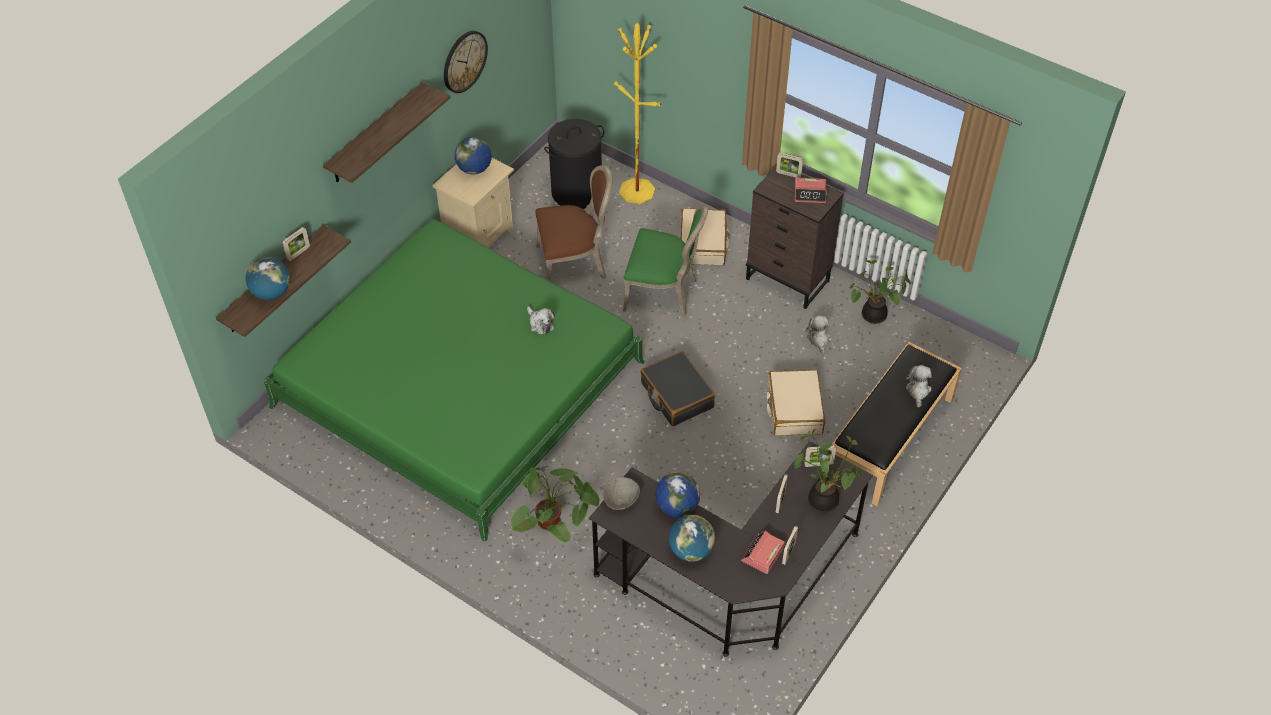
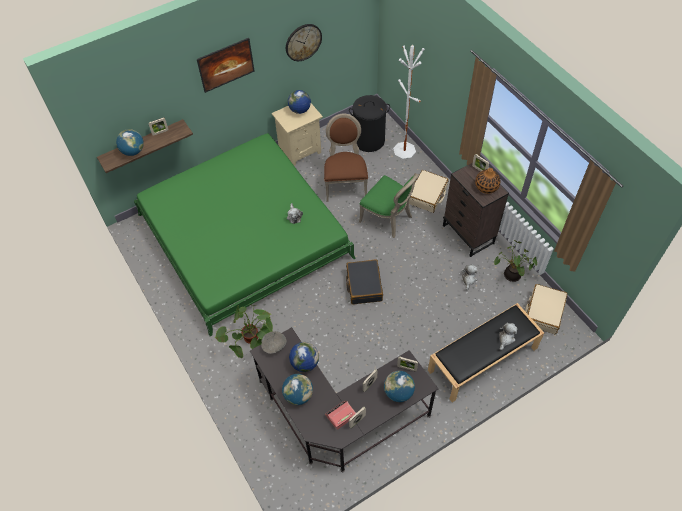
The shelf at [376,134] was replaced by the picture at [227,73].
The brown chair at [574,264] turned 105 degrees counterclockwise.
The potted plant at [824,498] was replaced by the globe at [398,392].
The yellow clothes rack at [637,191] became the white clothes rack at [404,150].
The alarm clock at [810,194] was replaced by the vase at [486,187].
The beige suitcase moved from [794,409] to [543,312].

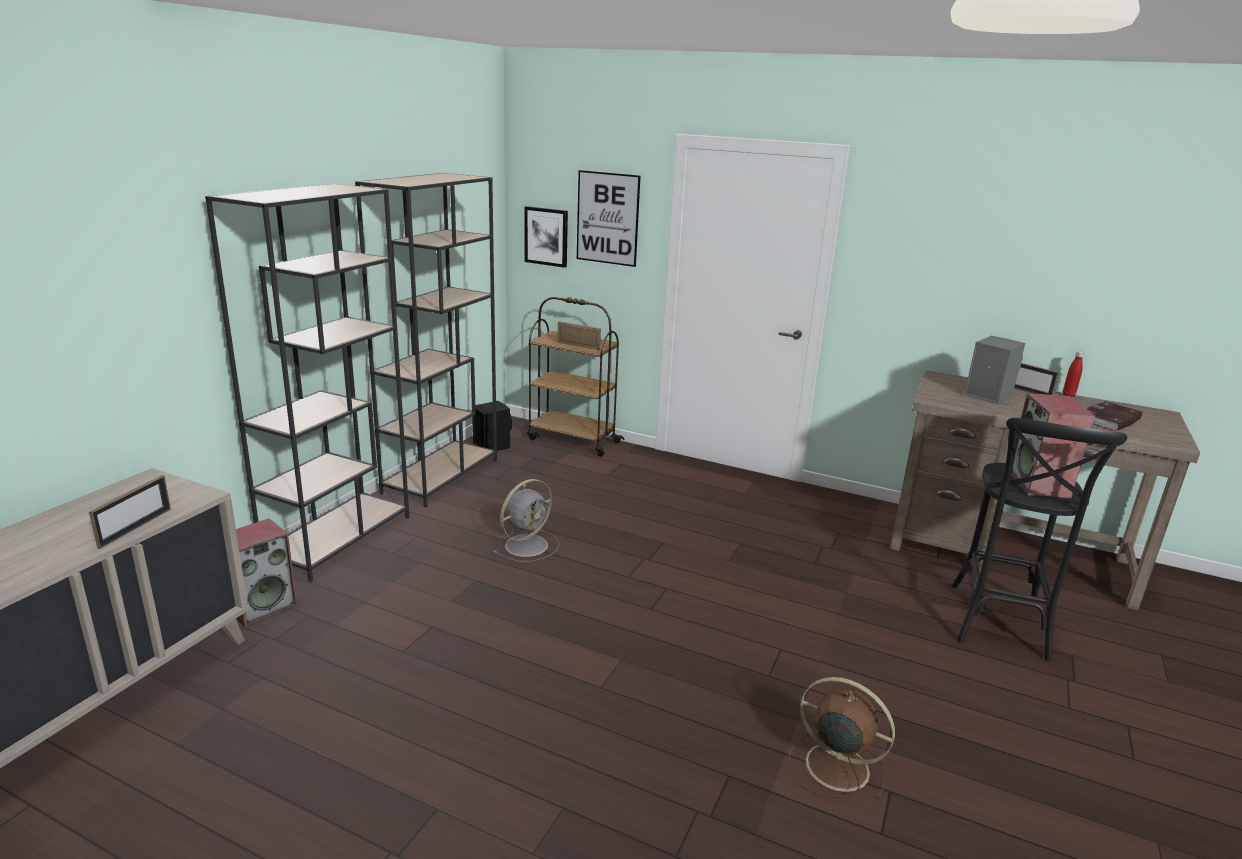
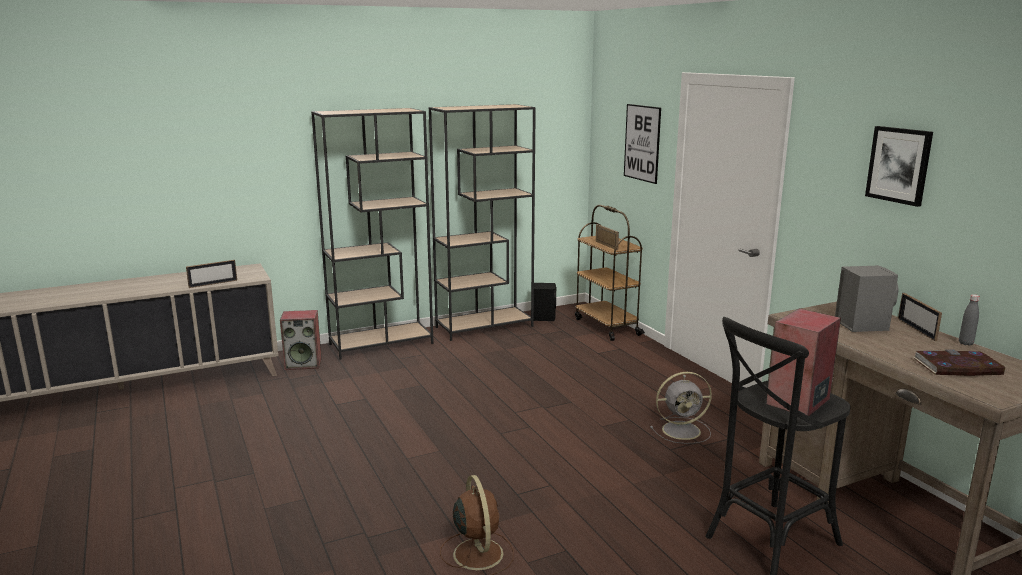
The grey fan moved from [528,545] to [683,430].
The picture moved from [546,236] to [899,165].
The red bottle at [1068,395] became the grey bottle at [965,343].

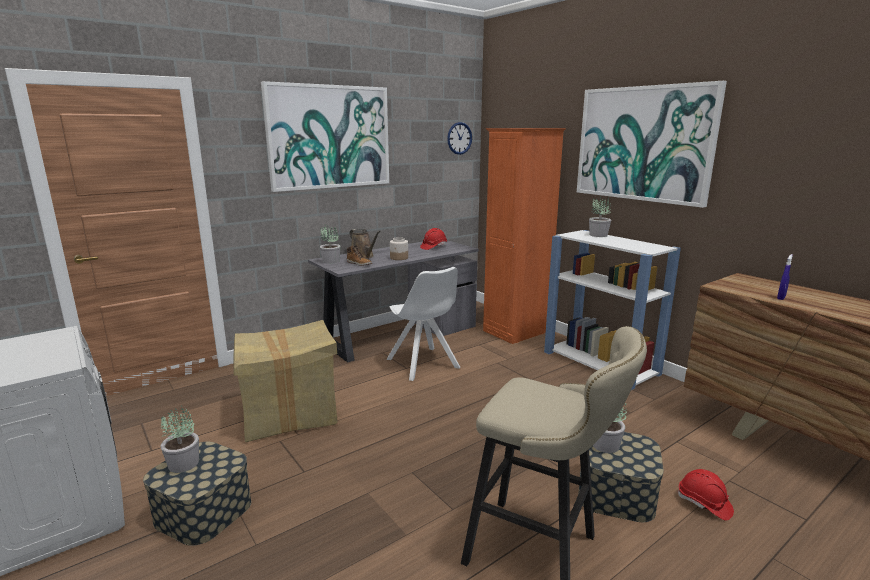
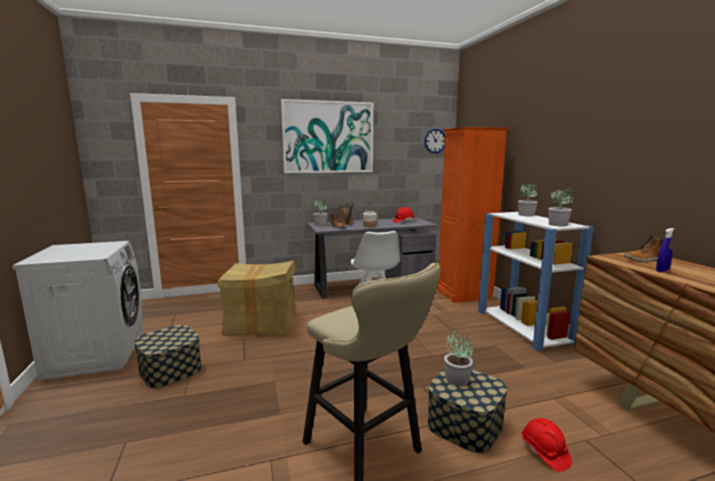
The potted plant moved from [184,463] to [558,224].
The boot at [645,260] appeared.
The picture at [643,144] disappeared.

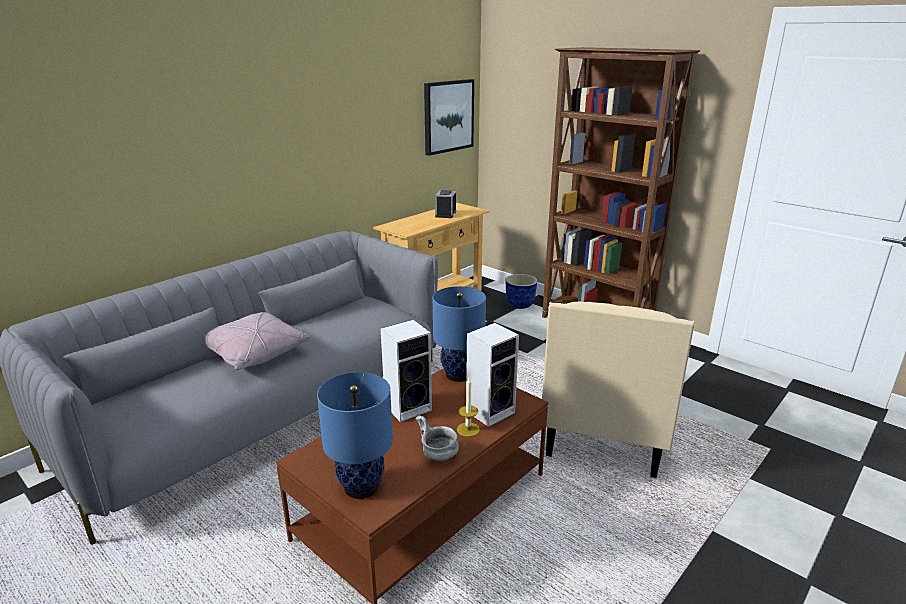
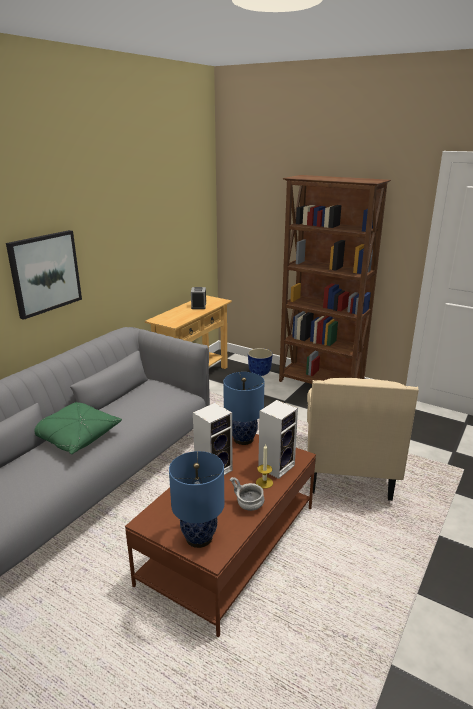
The picture moved from [448,116] to [45,273].
The purple pillow at [253,352] became the green pillow at [75,437].

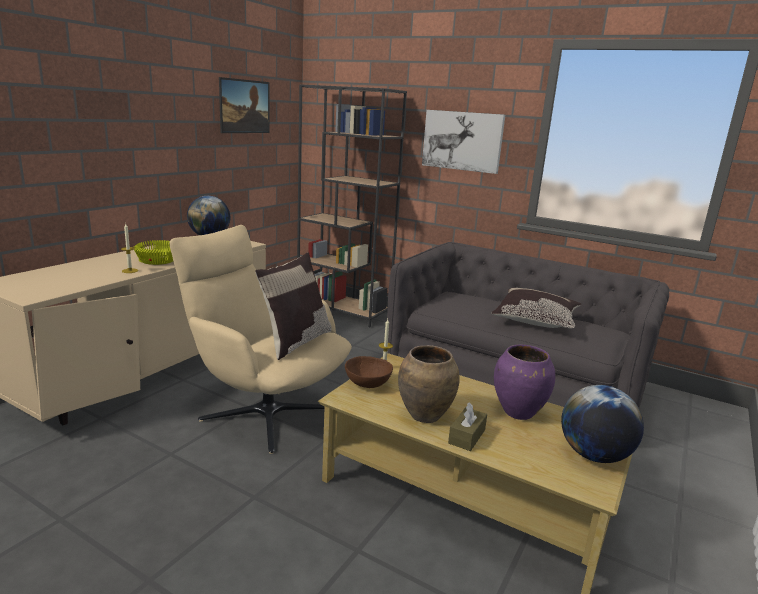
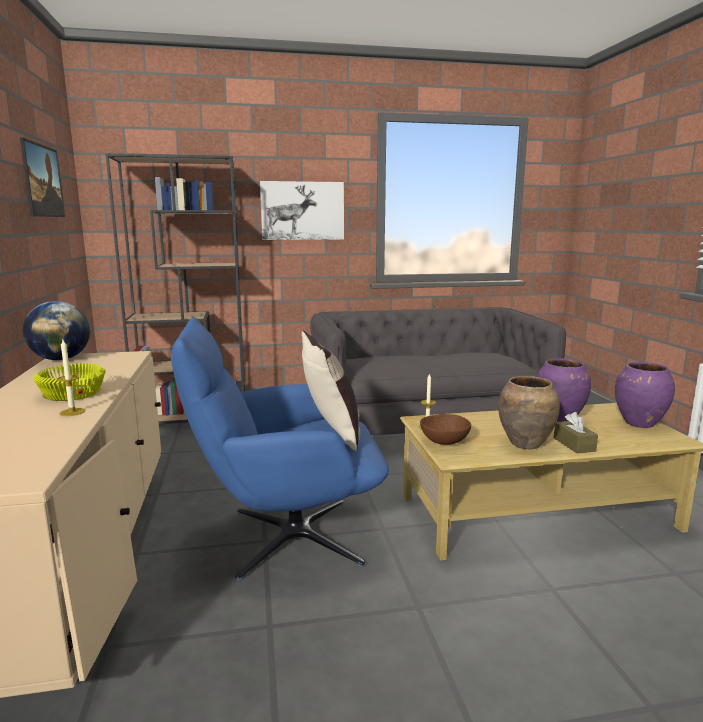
The beige armchair at [265,412] became the blue armchair at [290,537].
The globe at [594,455] was replaced by the purple vase at [640,424].
The pillow at [536,320] disappeared.

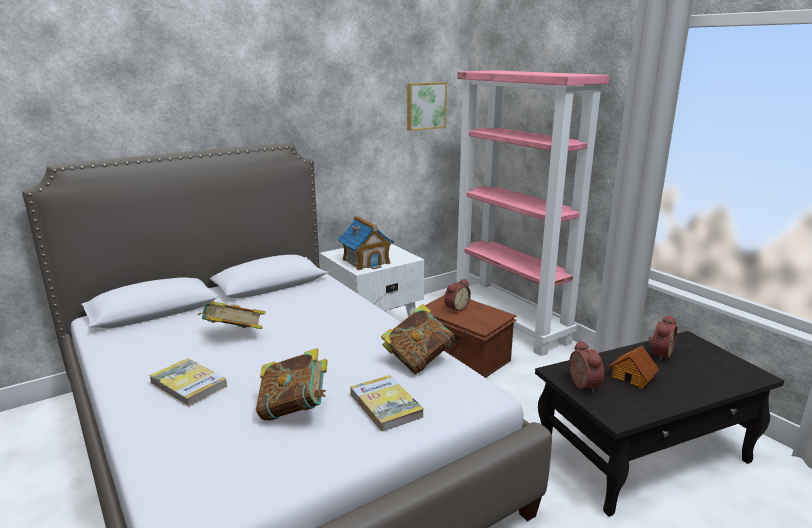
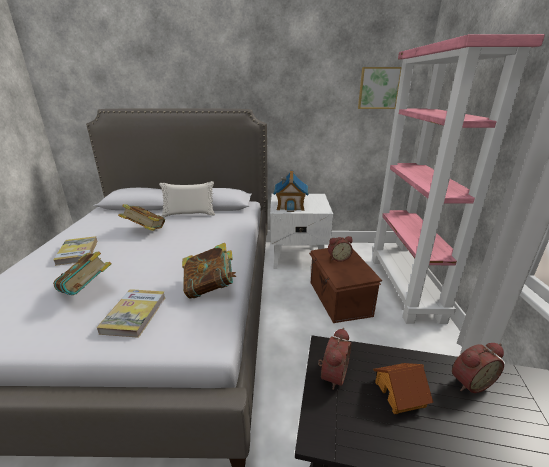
The white pillow at [189,214] appeared.

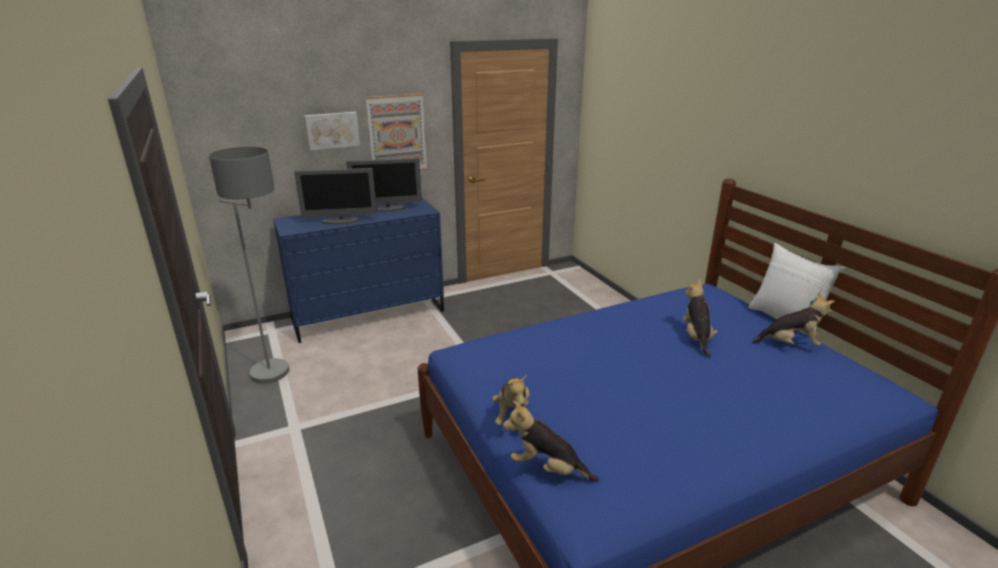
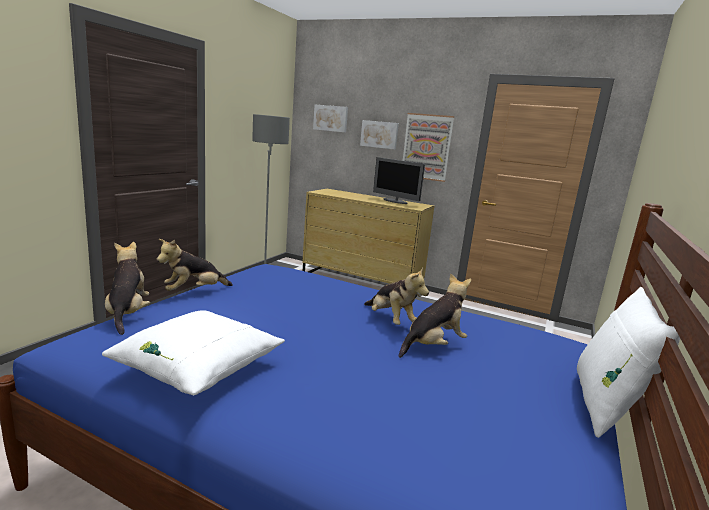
The white pillow at [198,369] appeared.
The blue dresser at [369,315] became the beige dresser at [361,283].
The picture at [331,118] appeared.
The plush toy moved from [789,344] to [391,320].
The monitor at [340,221] disappeared.

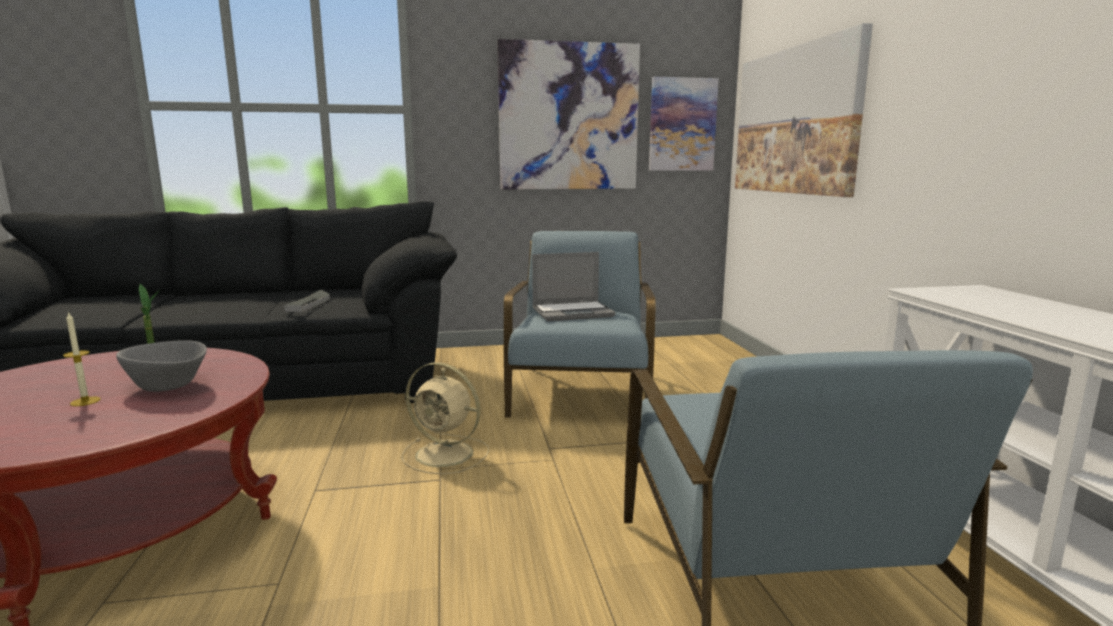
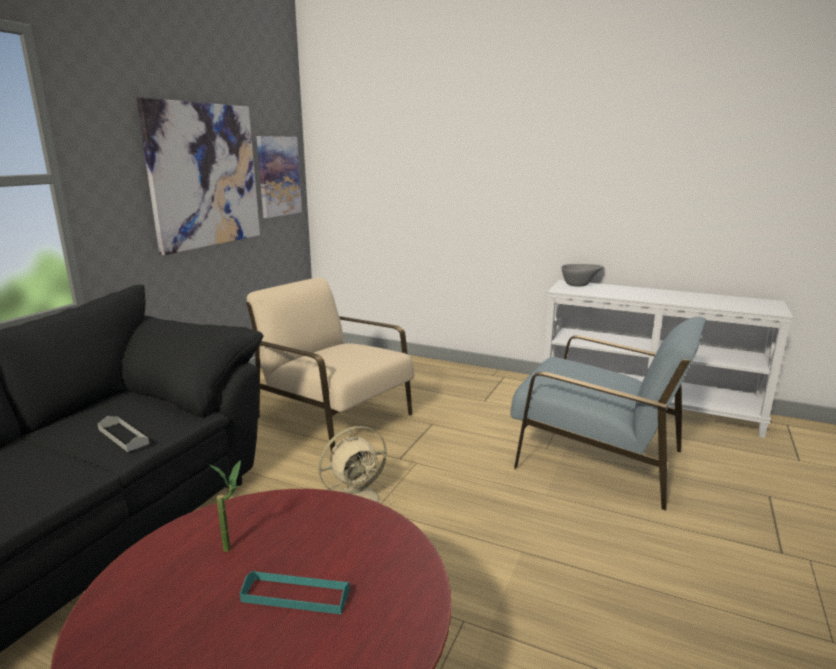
The candle at [85,401] was replaced by the turquoise tray at [296,595].
The blue armchair at [582,394] became the beige armchair at [335,417].
The grey bowl moved from [170,388] to [580,284].
The laptop at [573,312] disappeared.
The picture at [795,121] disappeared.

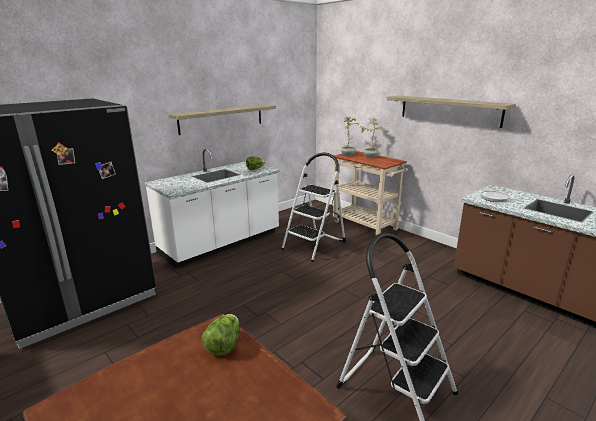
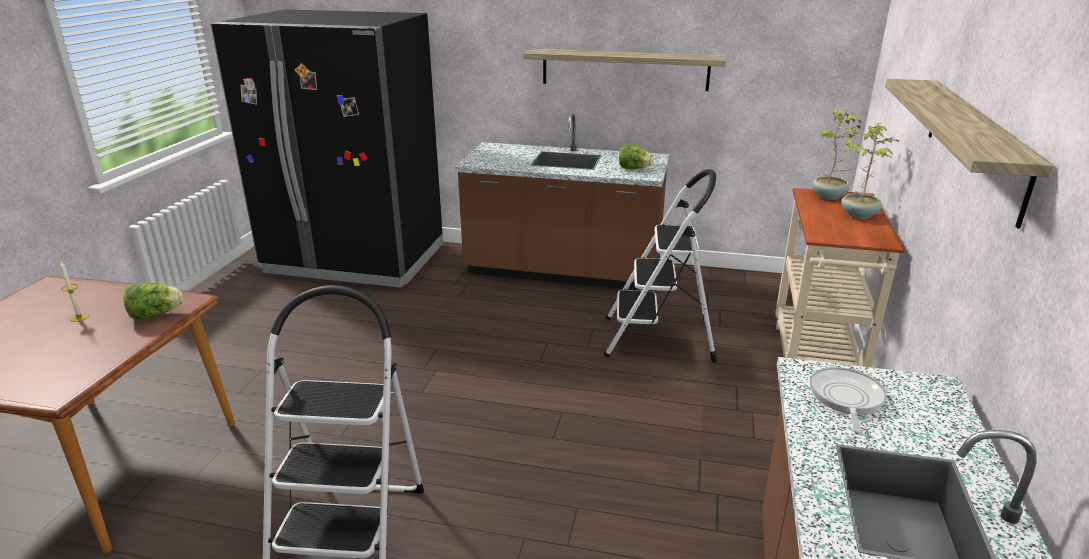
The candle at [79,317] appeared.
The white counter at [221,243] became the brown counter at [563,271].

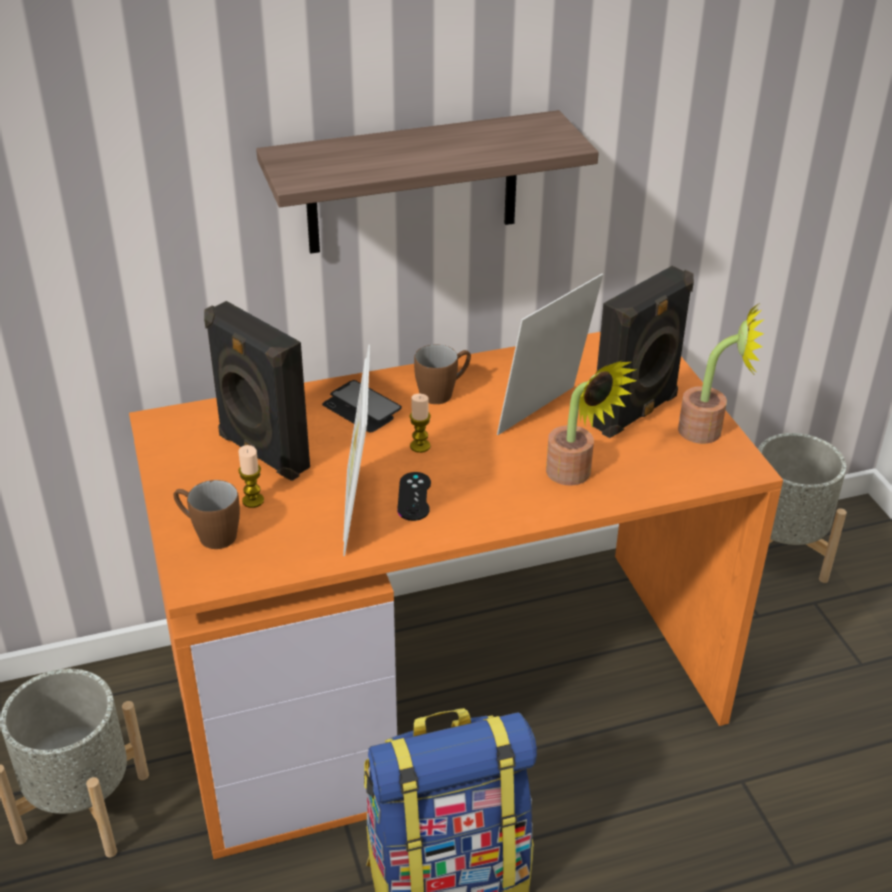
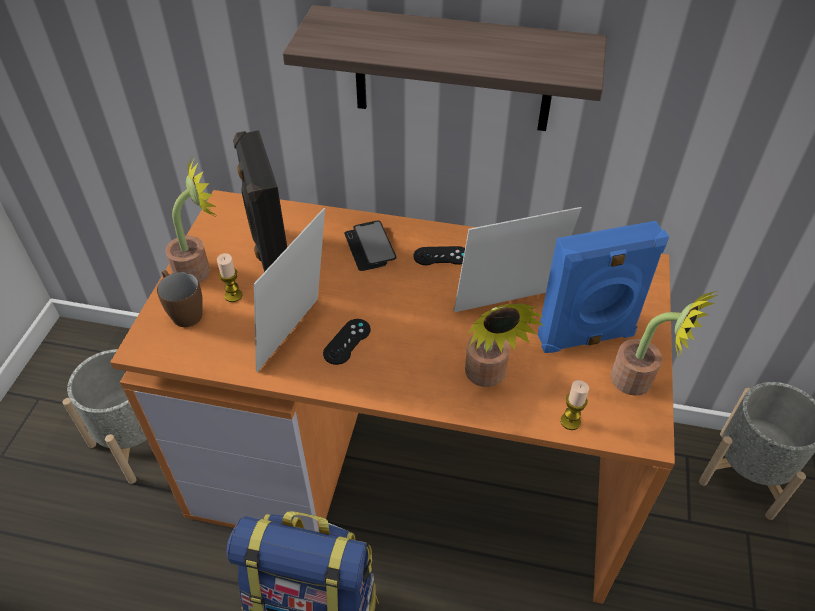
The potted plant at [199,269] appeared.
The brown mug at [443,392] was replaced by the black game controller at [441,256].
The black speaker at [637,413] became the blue speaker at [587,338].
The candle moved from [420,446] to [570,421].

